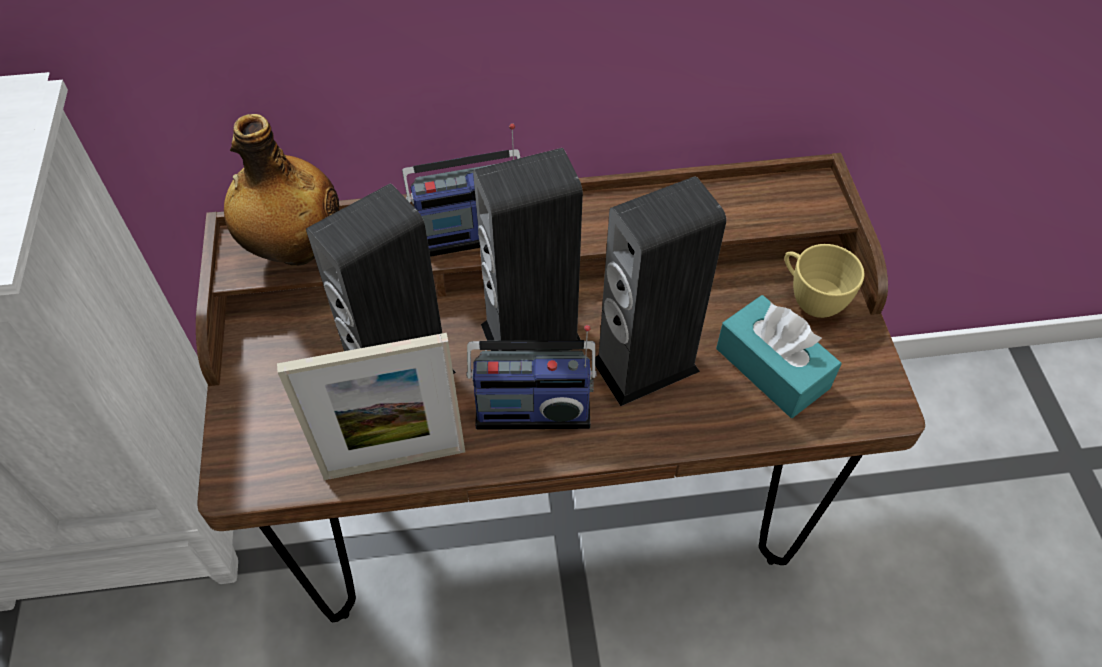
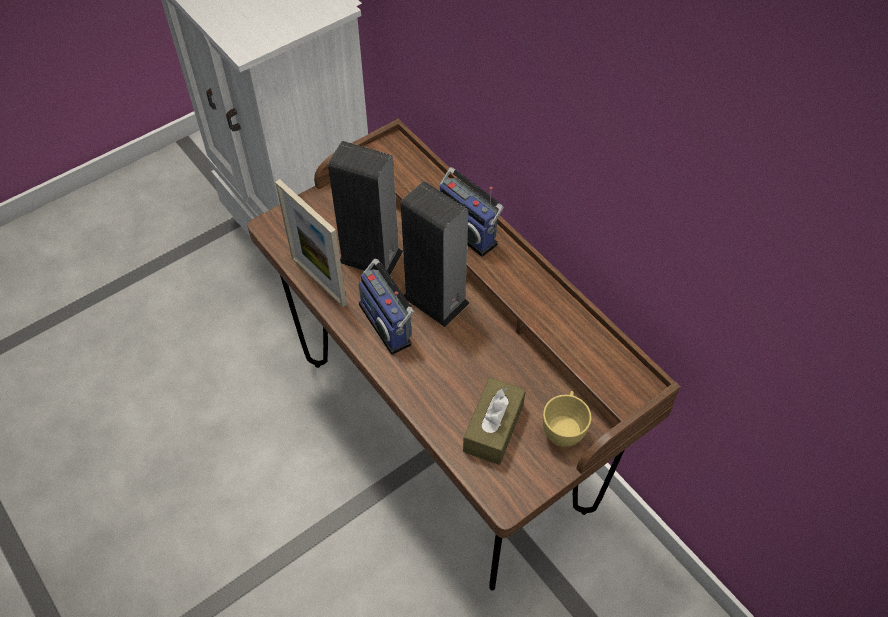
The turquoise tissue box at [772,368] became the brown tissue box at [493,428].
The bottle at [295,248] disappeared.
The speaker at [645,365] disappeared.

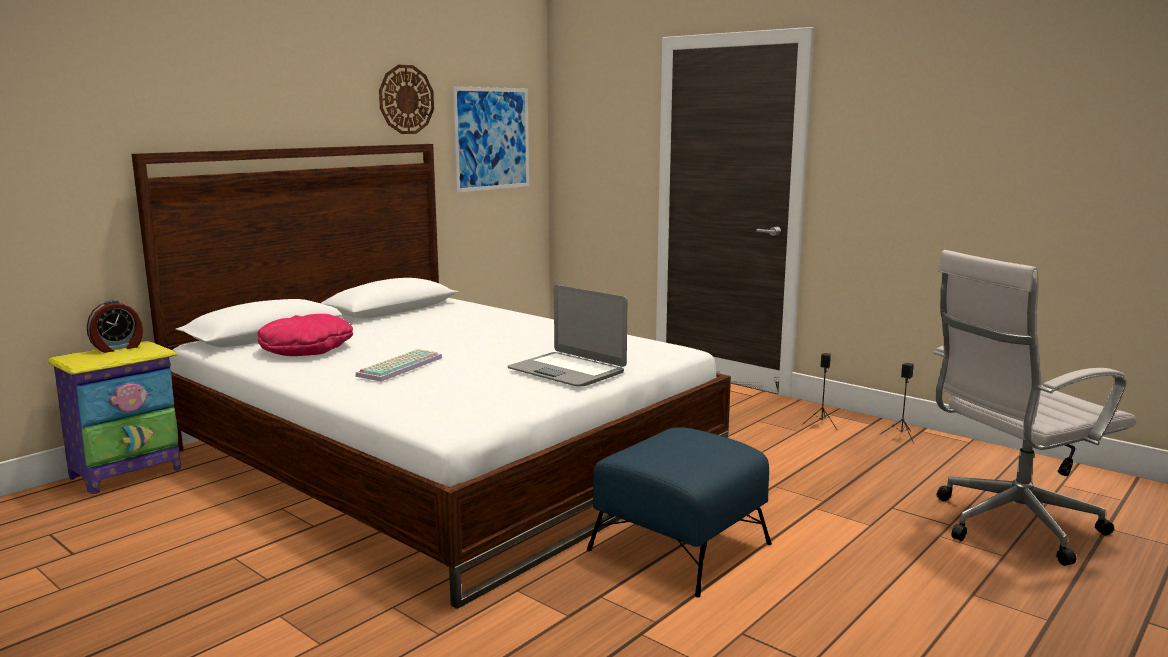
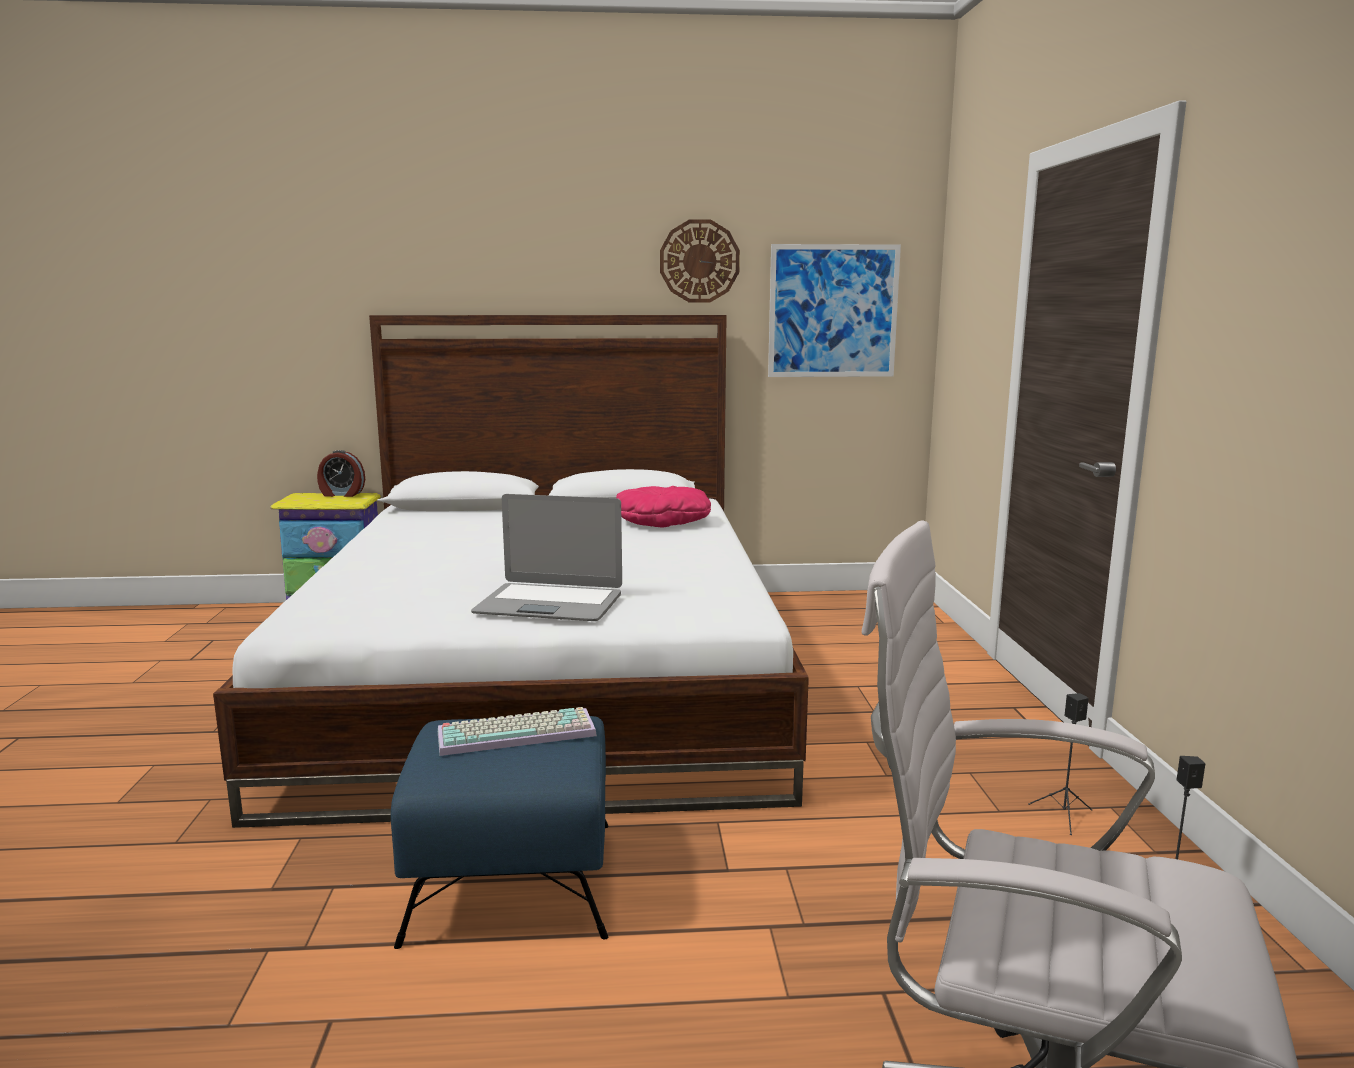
The keyboard moved from [399,366] to [518,732].
The laptop at [567,371] turned 75 degrees counterclockwise.
The pink pillow moved from [304,349] to [662,520].

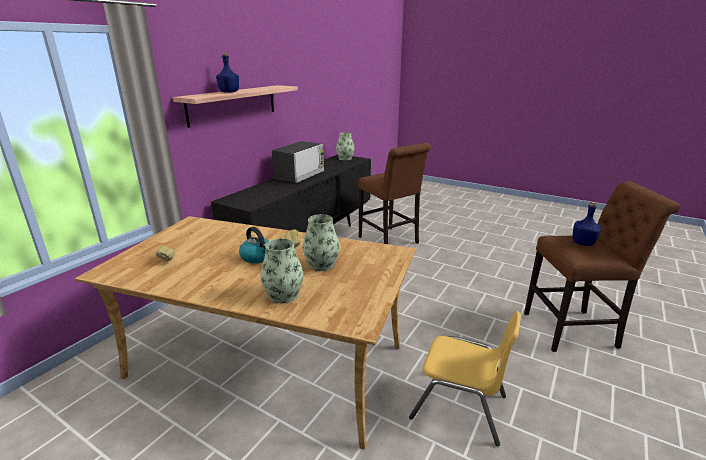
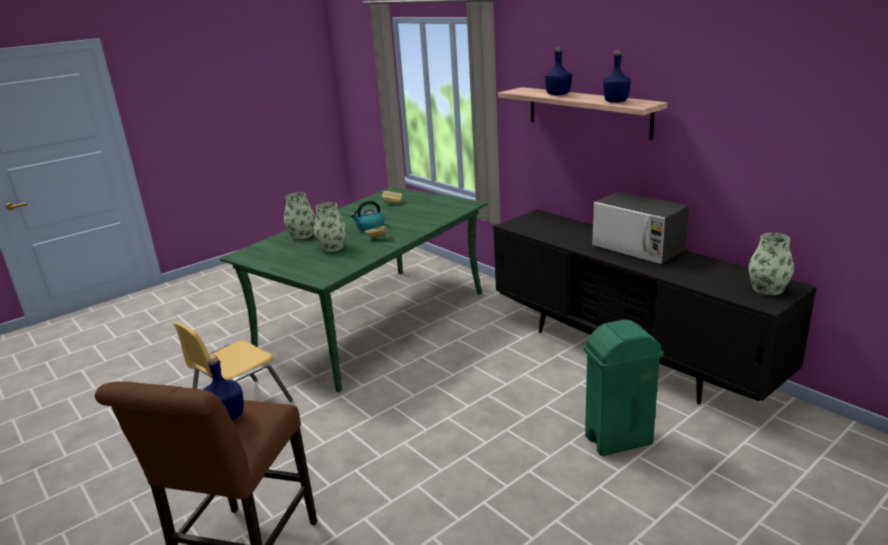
The beige dining table at [268,361] became the green dining table at [375,323].
The brown stool at [390,241] was replaced by the green trash can at [617,440].
The blue bottle at [615,101] appeared.

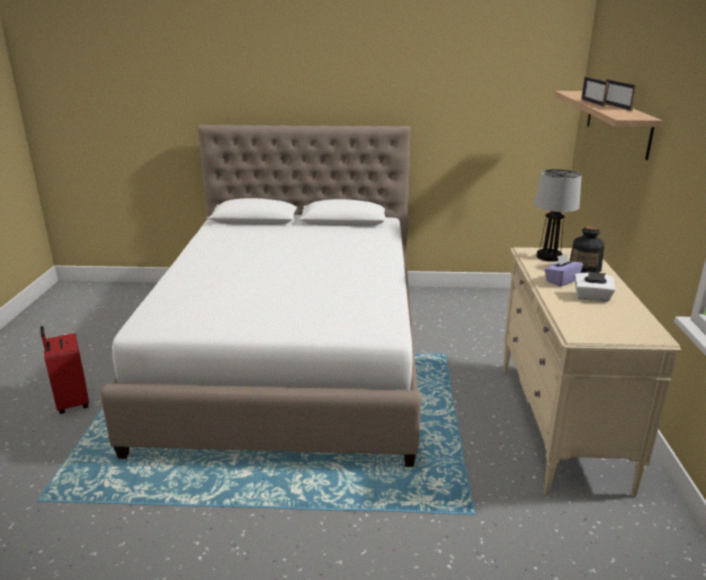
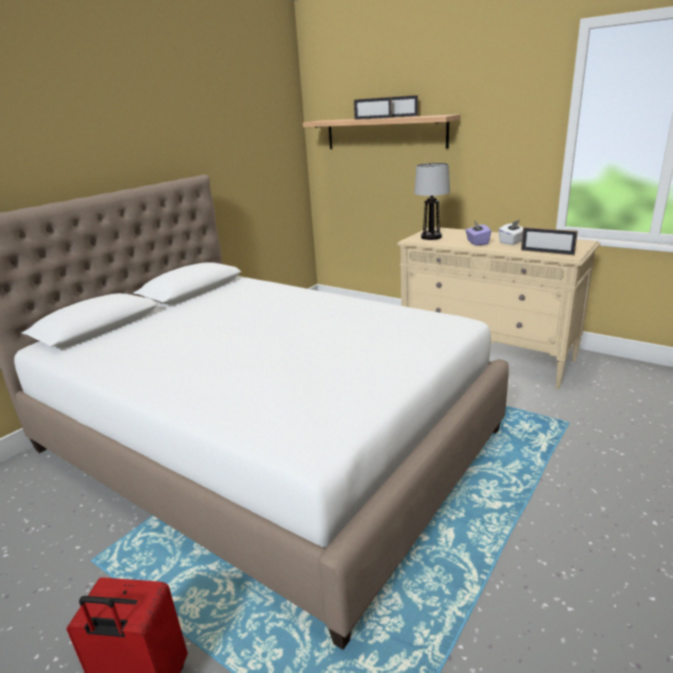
The picture frame at [547,252] appeared.
The bottle at [584,269] disappeared.

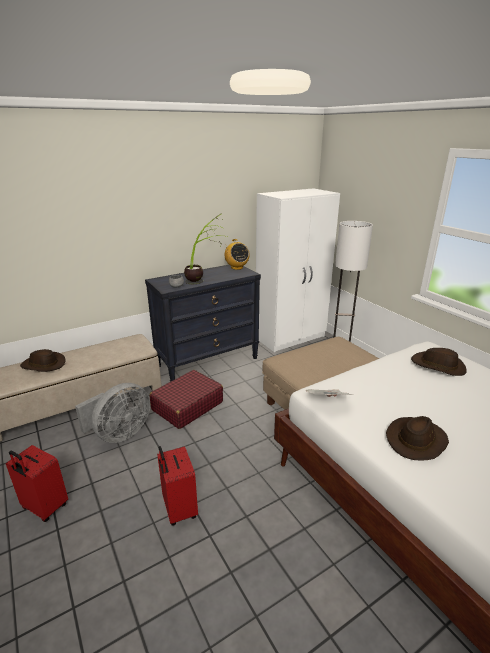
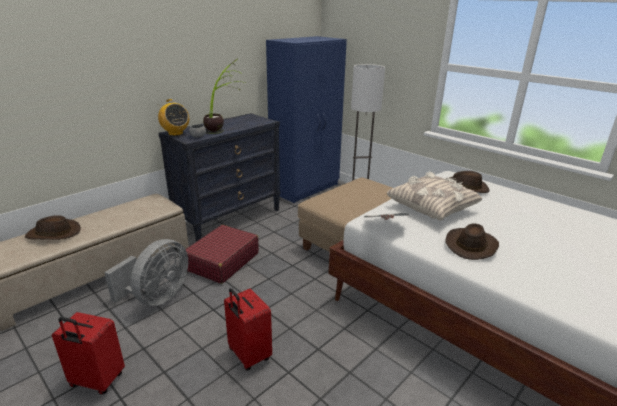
The radio moved from [236,267] to [175,133].
The white wardrobe at [291,337] became the blue wardrobe at [306,188].
The beige pillow at [431,208] appeared.

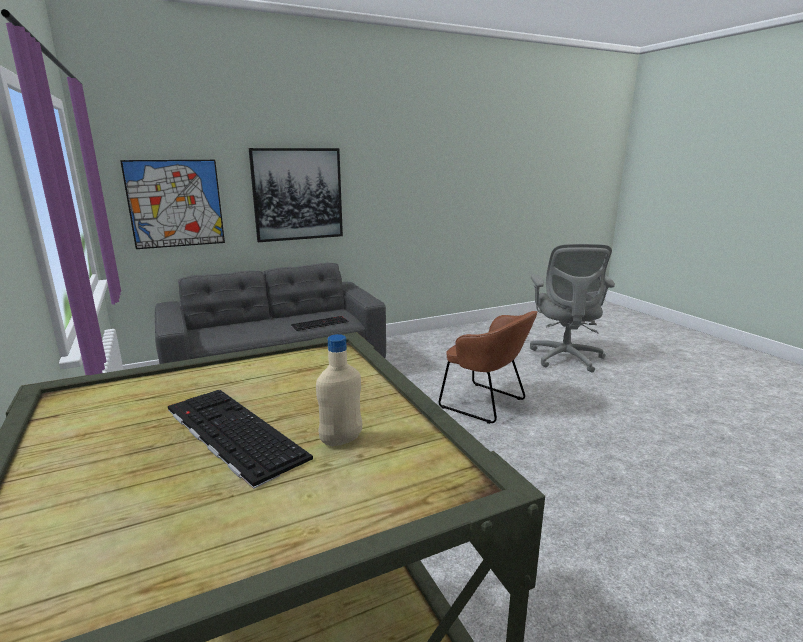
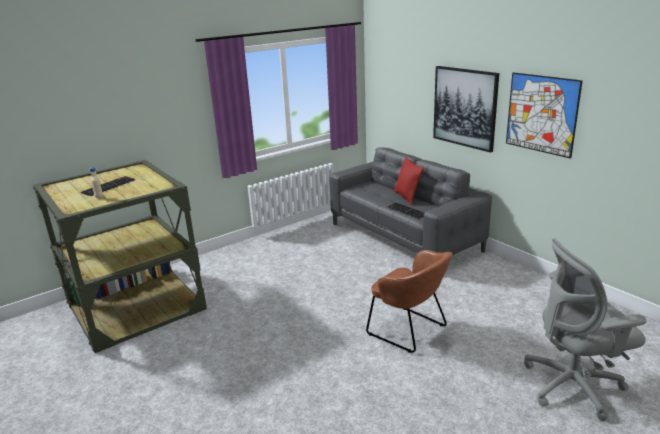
The brown armchair at [486,404] turned 75 degrees counterclockwise.
The red pillow at [407,197] appeared.
The picture moved from [175,204] to [541,114].

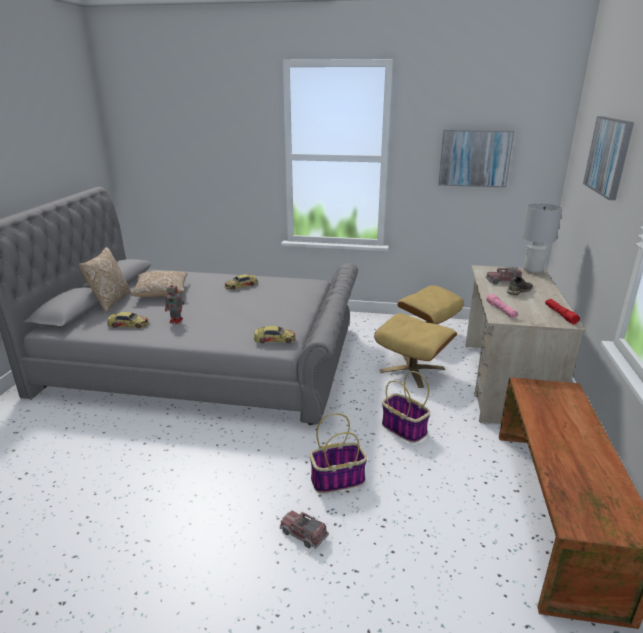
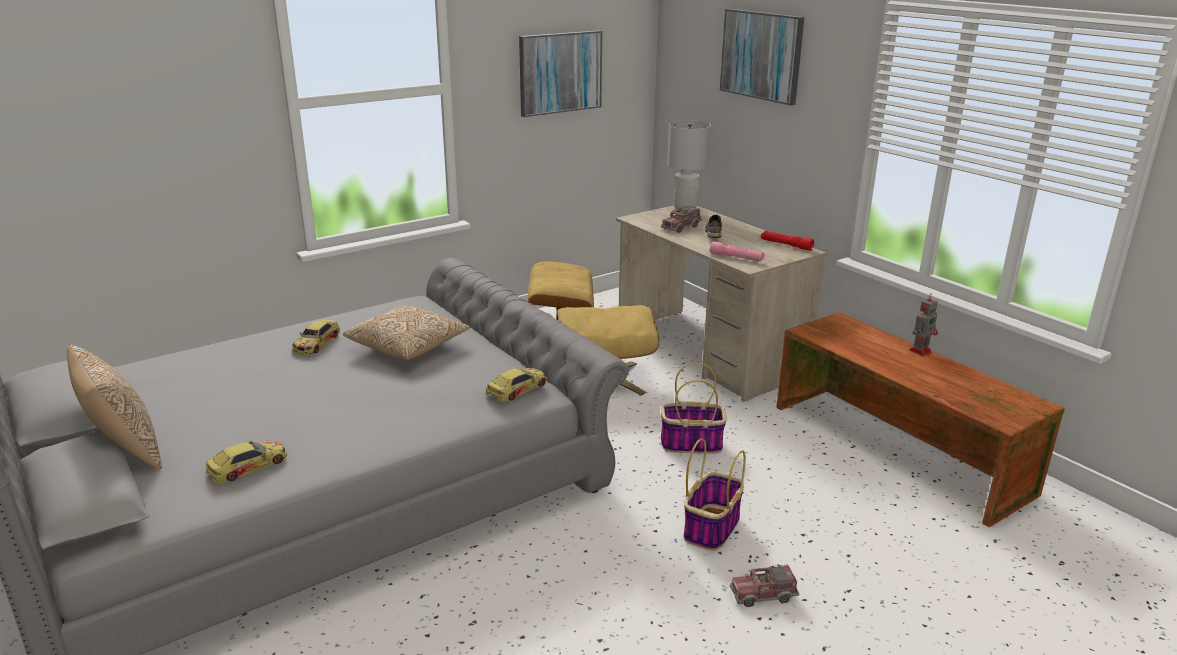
The pillow moved from [161,293] to [408,347].
The toy robot moved from [177,320] to [921,351].

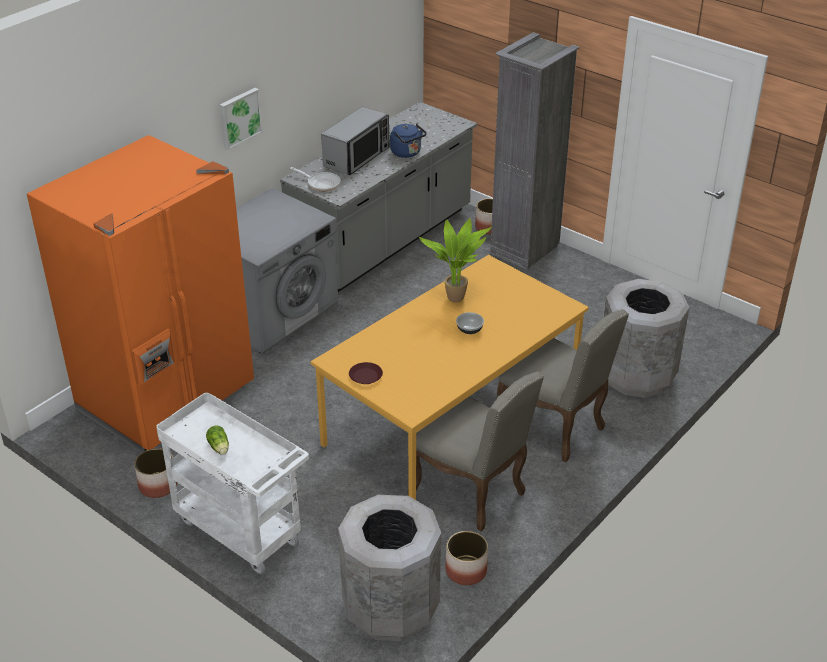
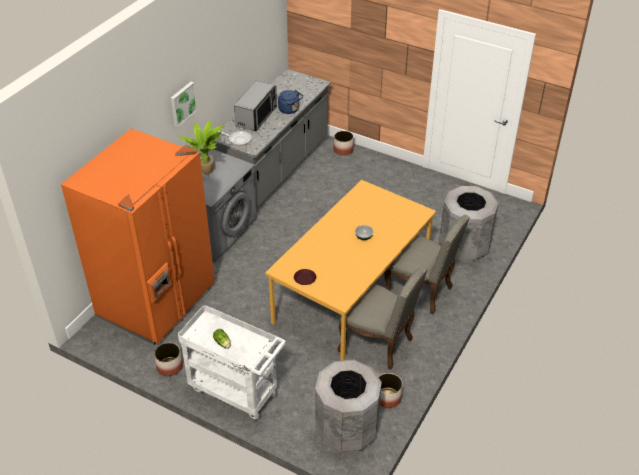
The potted plant moved from [456,297] to [207,170].
The grey cabinet at [524,249] disappeared.

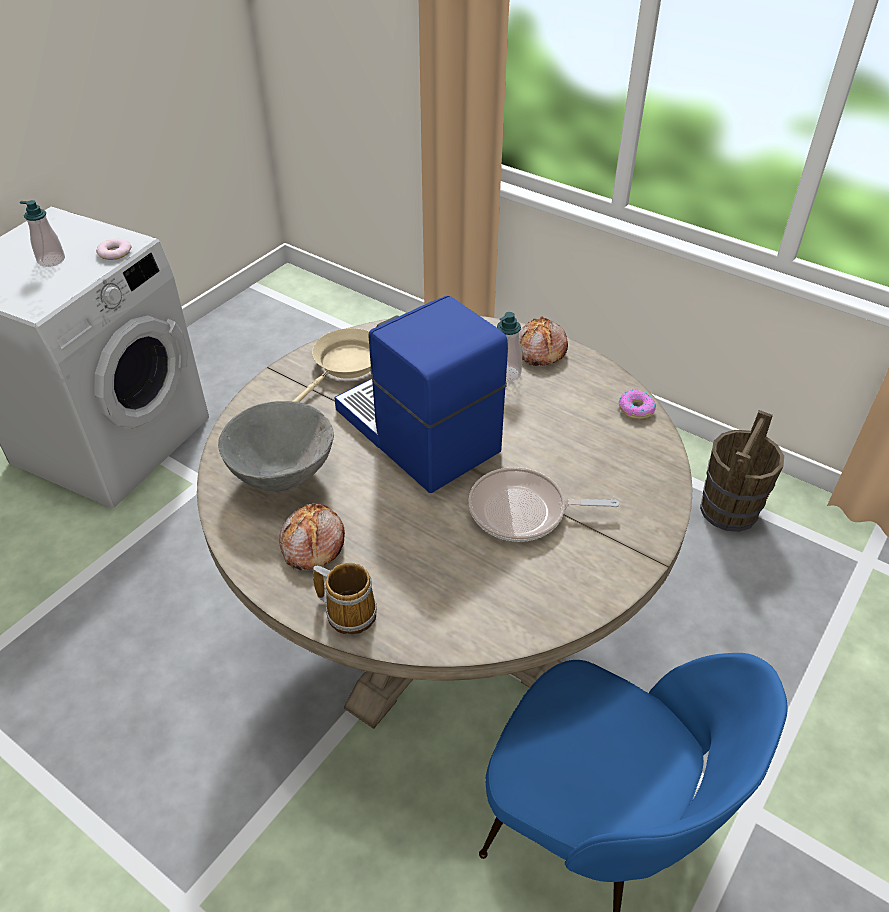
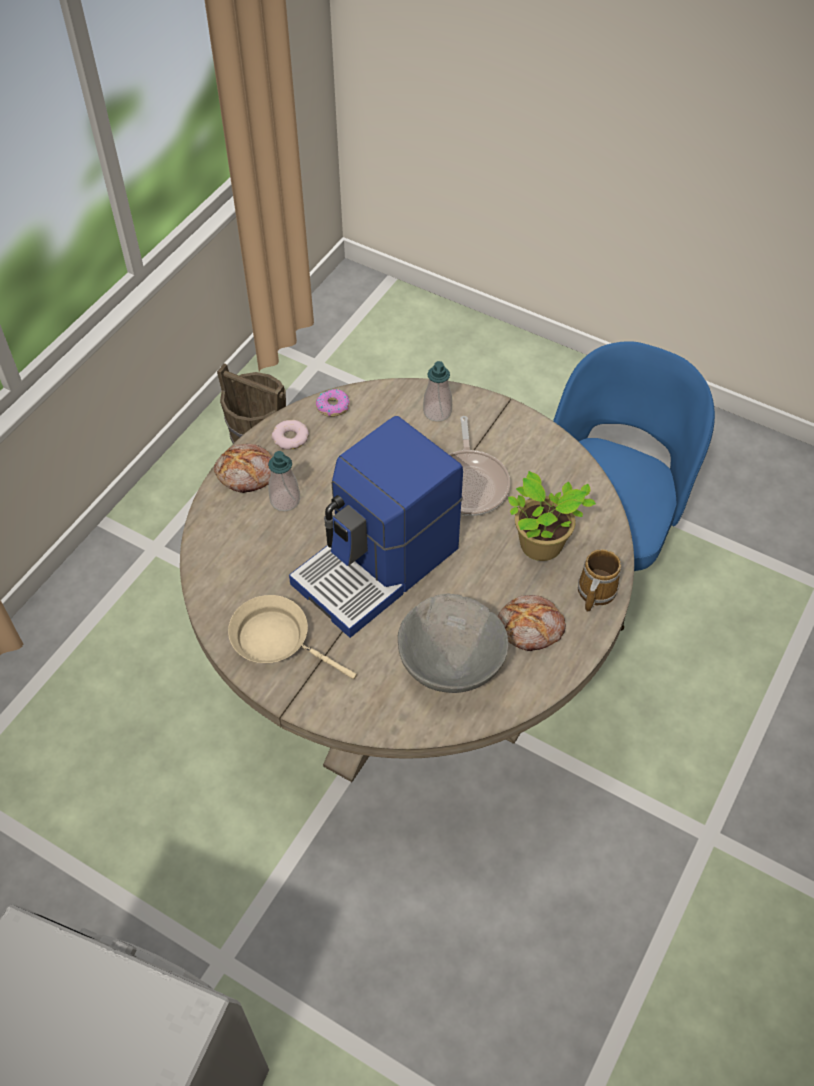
The donut moved from [114,253] to [290,438].
The soap dispenser moved from [51,260] to [437,412].
The potted plant at [541,547] appeared.

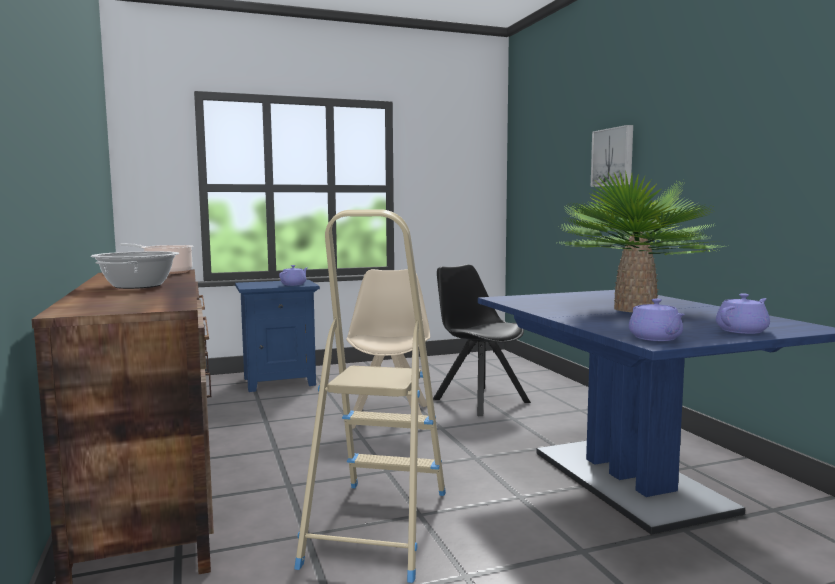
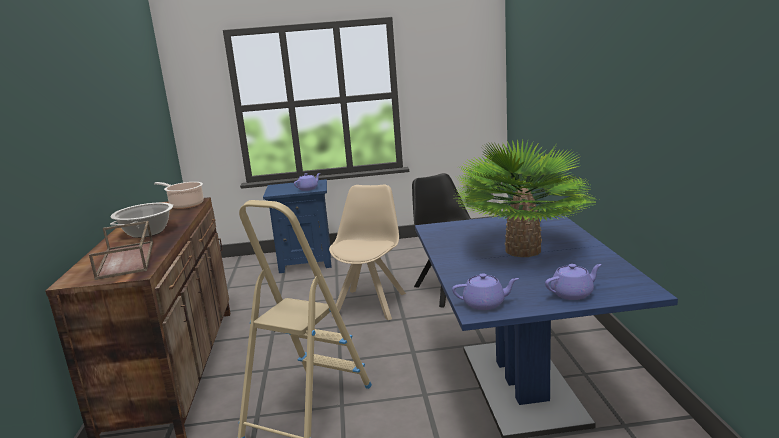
The brown tray at [127,260] appeared.
The purple teapot at [655,338] turned 90 degrees counterclockwise.
The picture at [613,157] disappeared.

